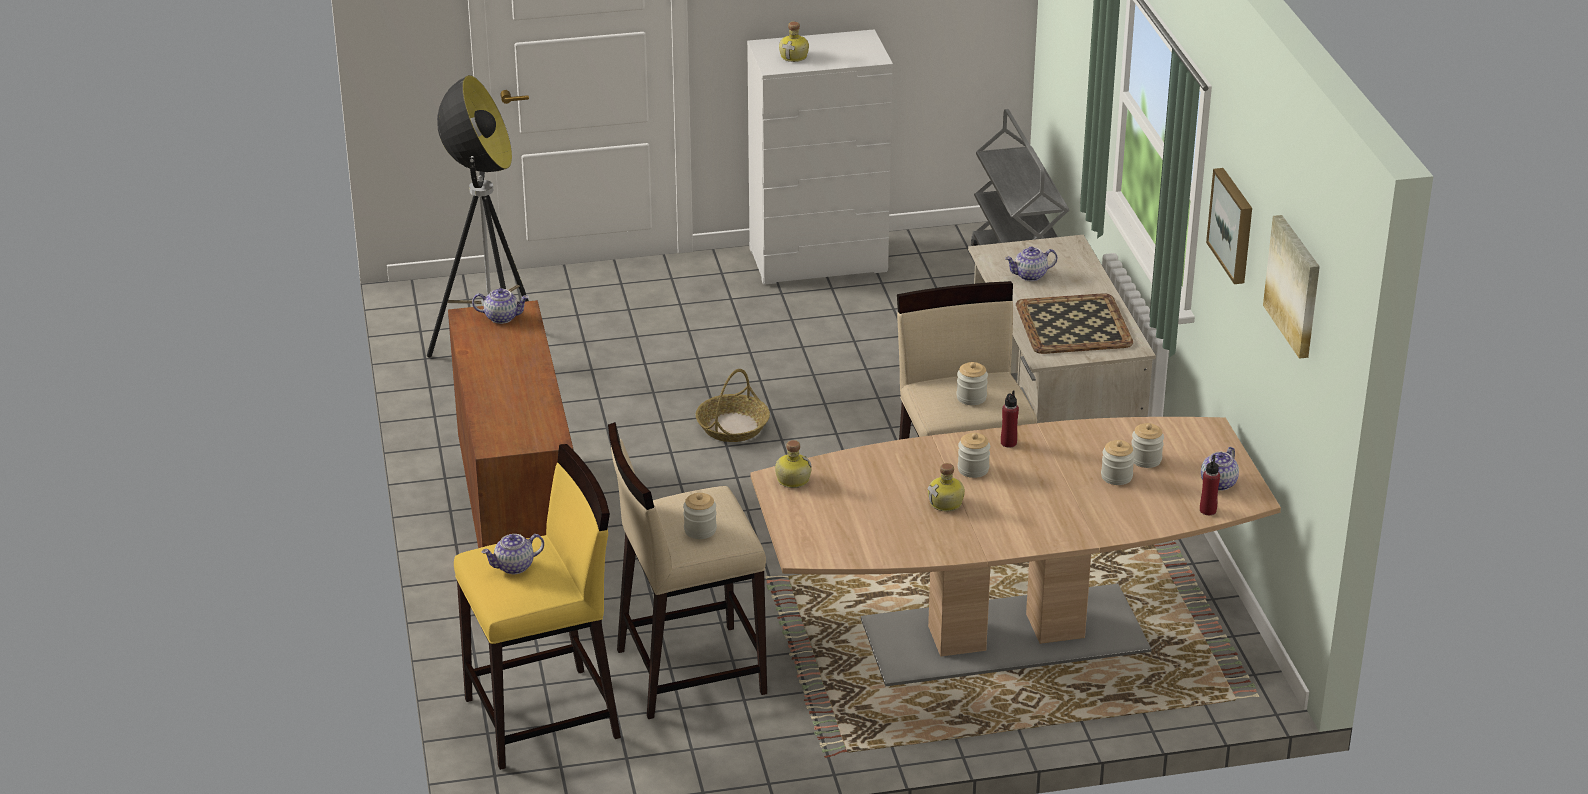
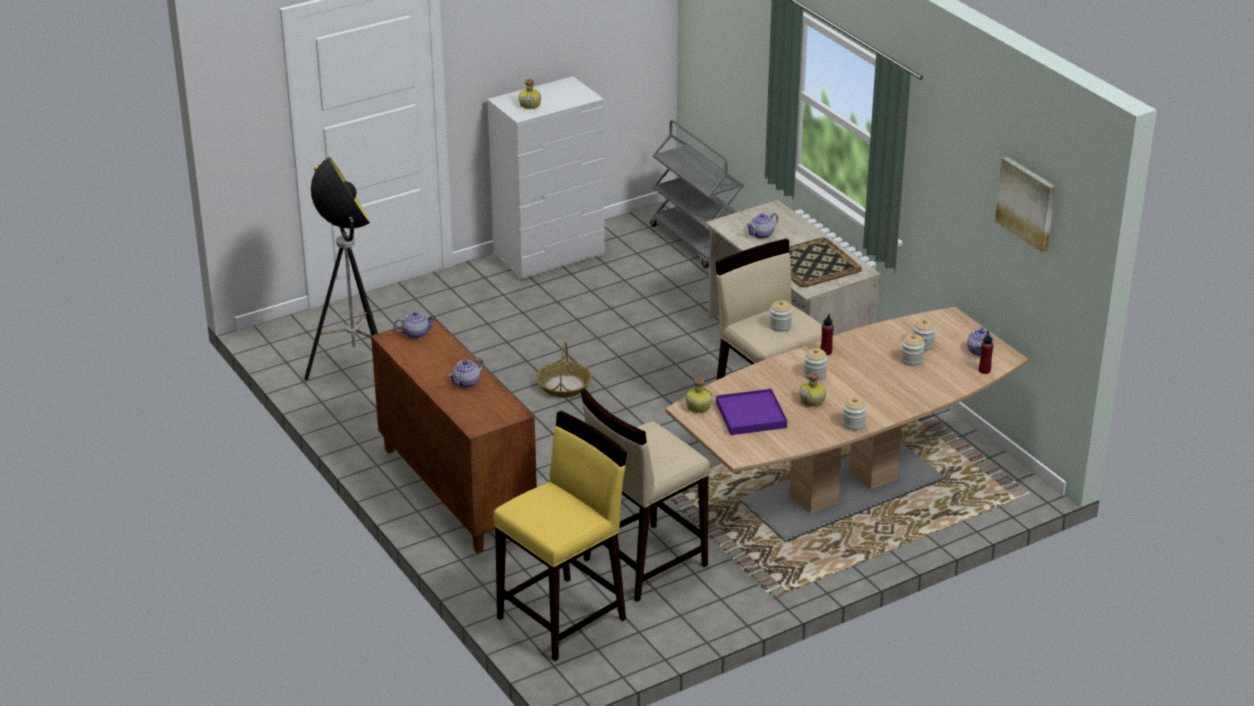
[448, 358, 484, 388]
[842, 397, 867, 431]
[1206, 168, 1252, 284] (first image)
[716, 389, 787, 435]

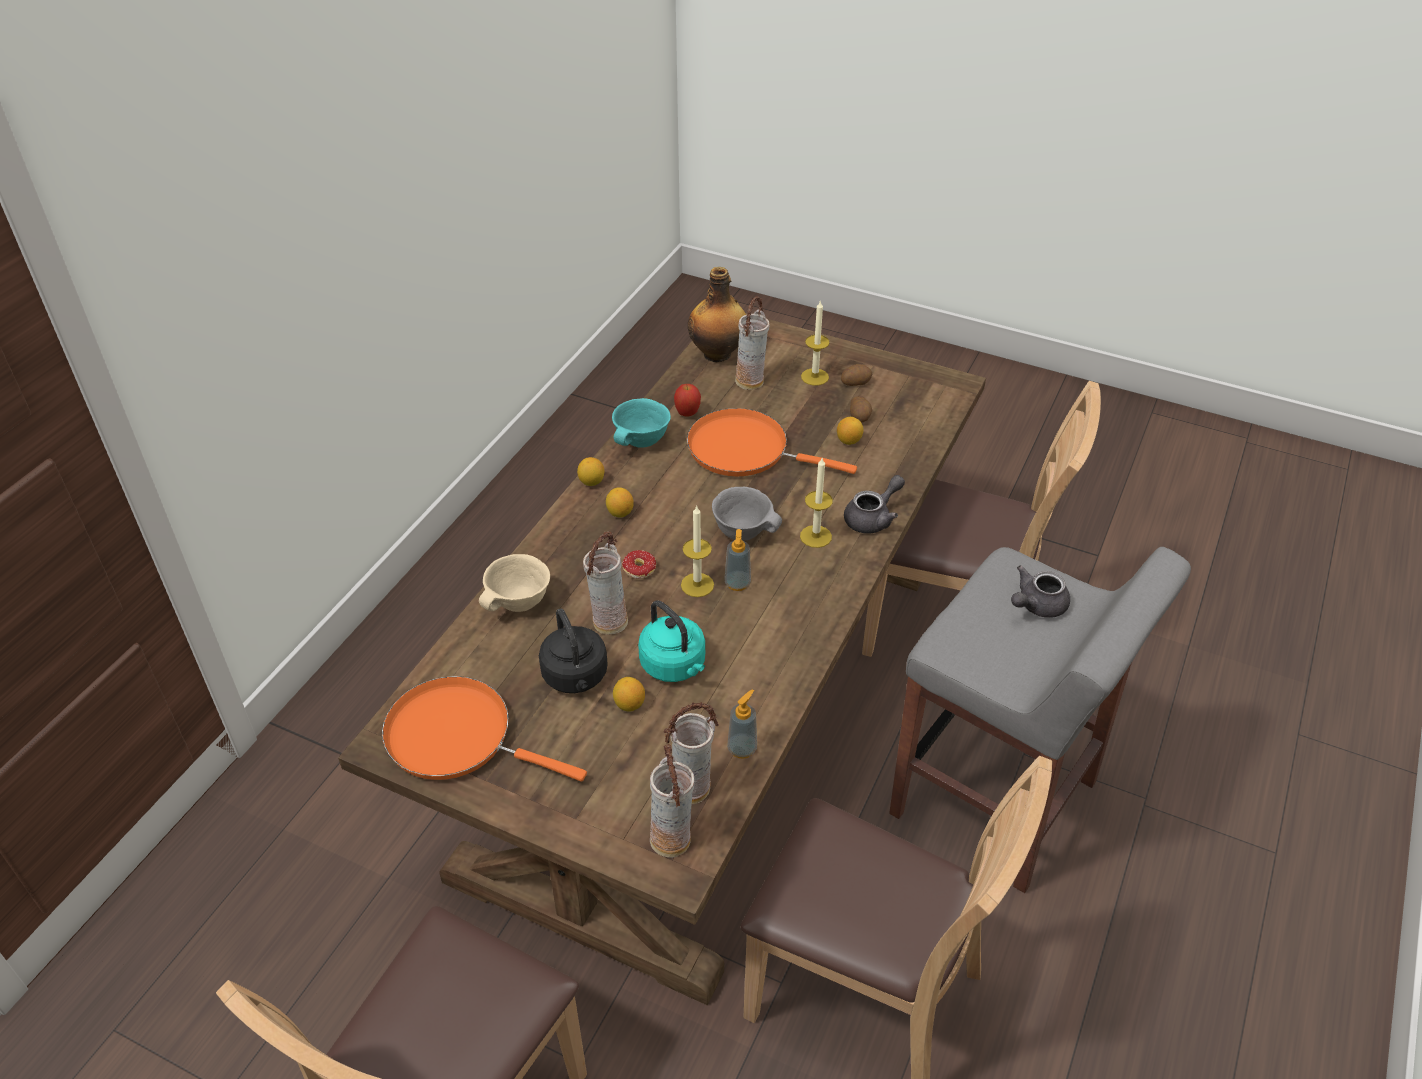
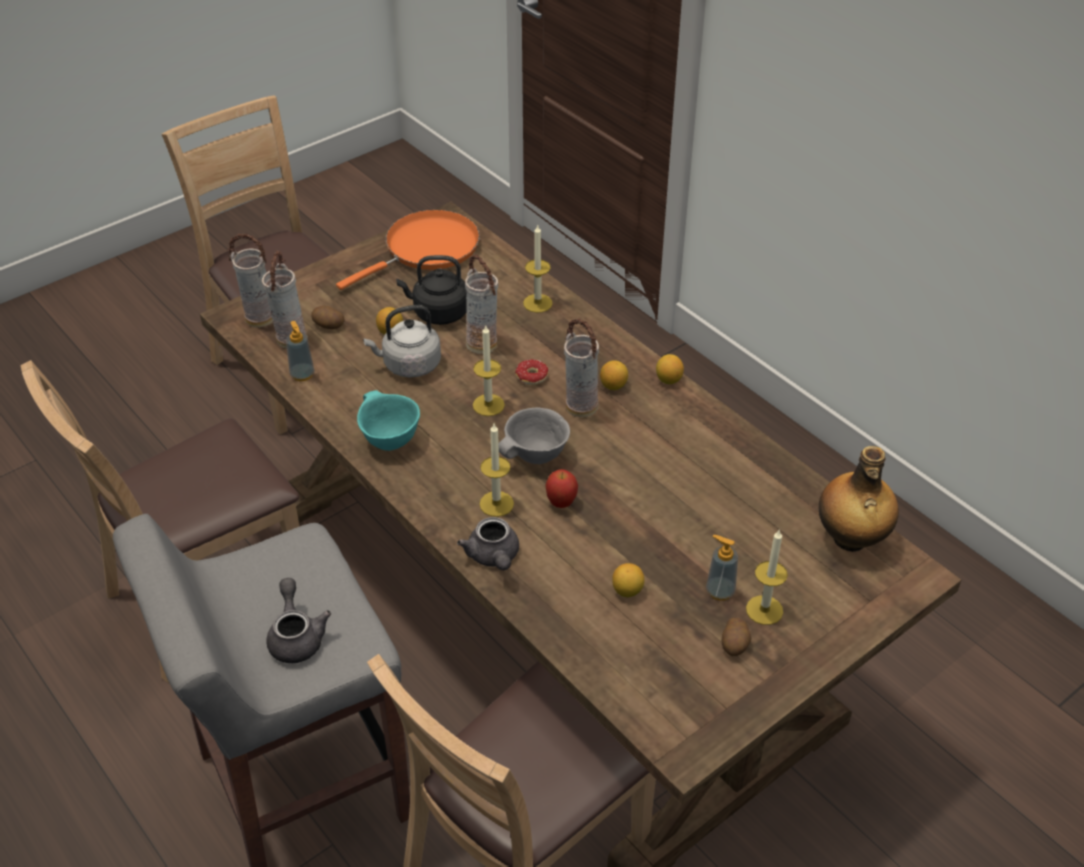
[523, 225, 553, 313]
[357, 390, 420, 451]
[363, 305, 441, 377]
[545, 469, 578, 508]
[687, 408, 857, 476] (first image)
[706, 535, 738, 601]
[564, 318, 599, 417]
[311, 306, 345, 329]

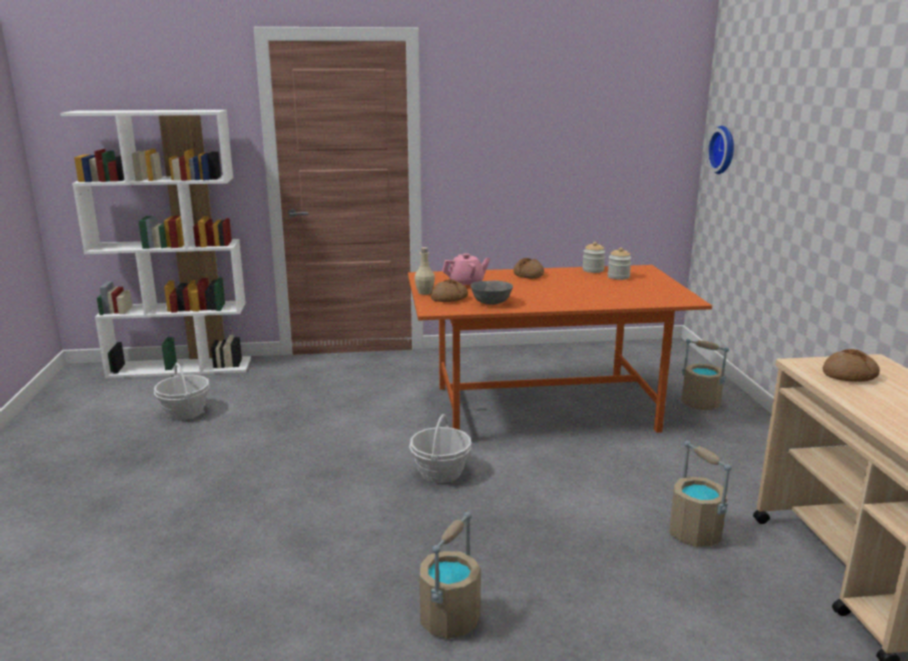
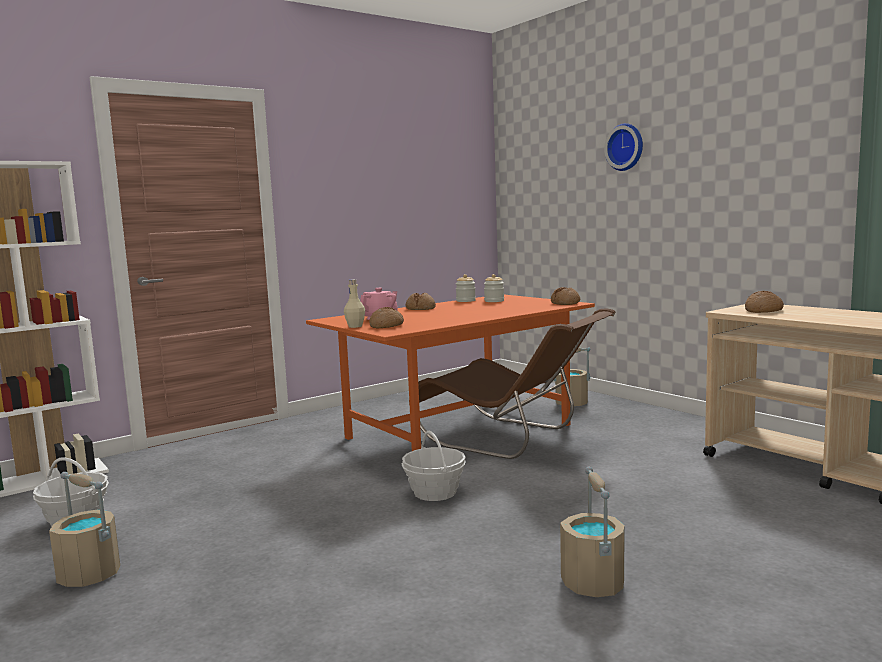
[470, 280, 513, 305] (first image)
[49, 472, 120, 587]
[604, 123, 643, 171]
[409, 308, 616, 459]
[551, 287, 580, 305]

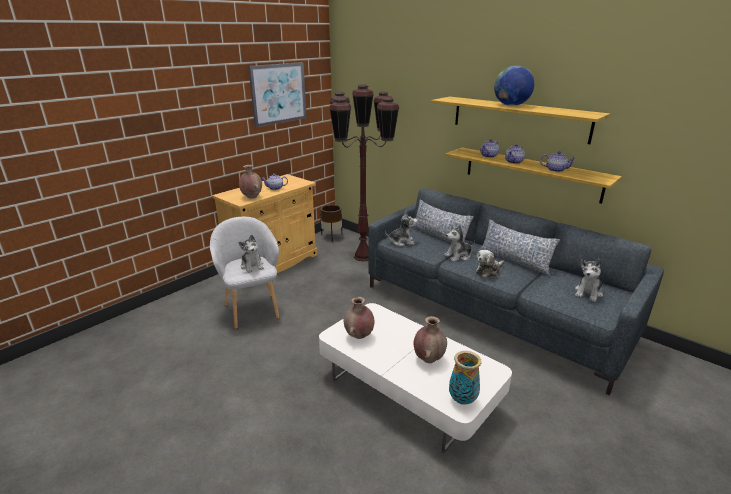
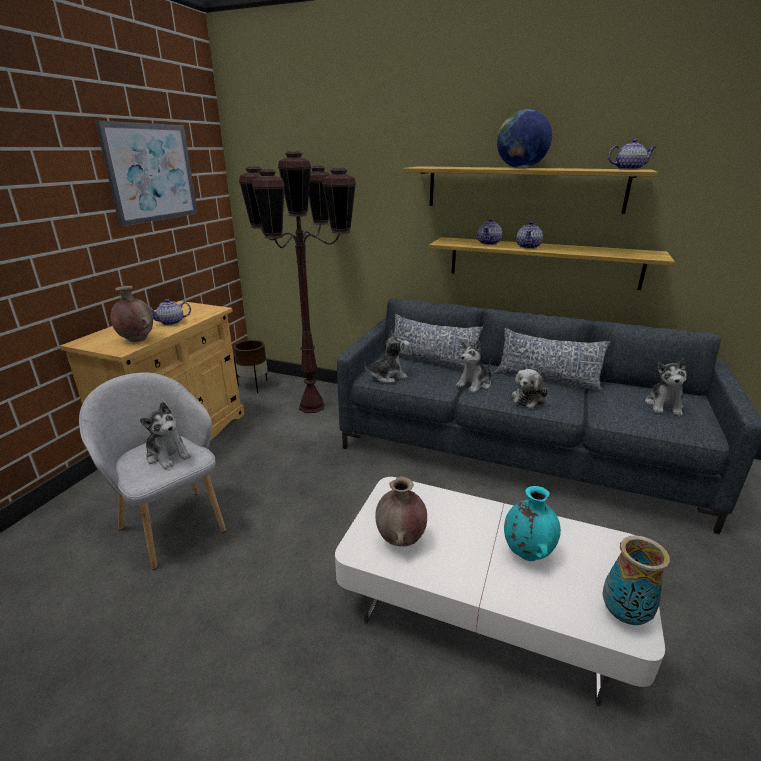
[504, 486, 561, 561]
[608, 139, 656, 170]

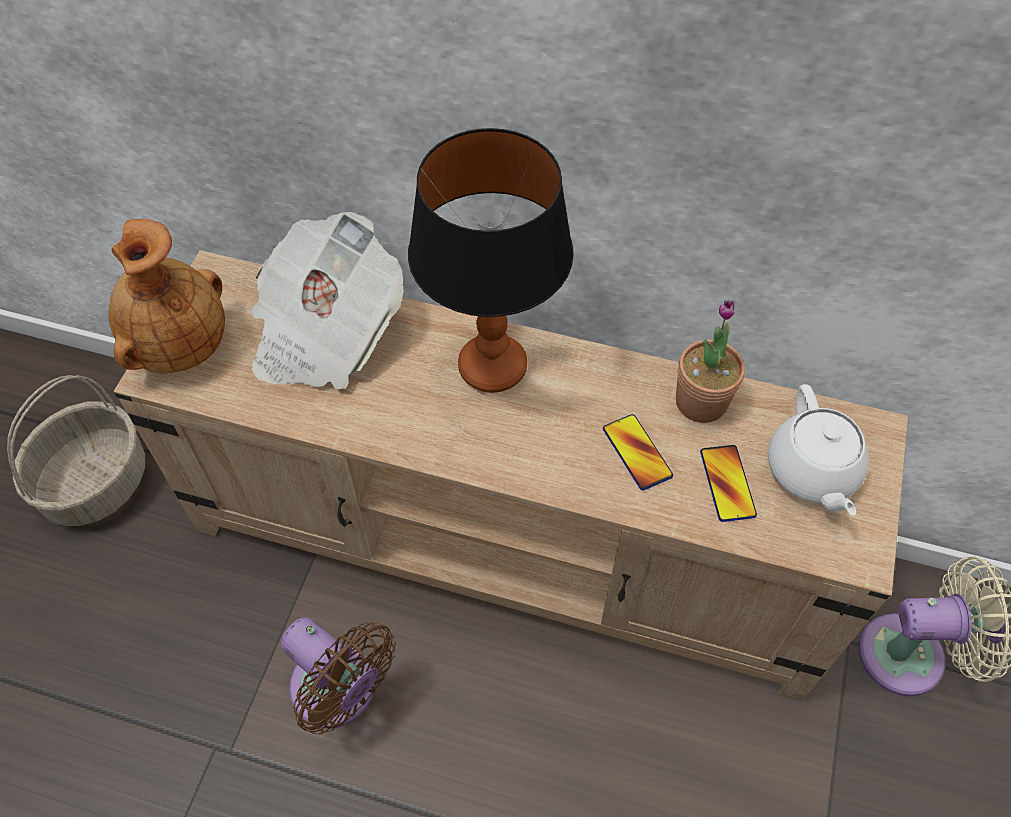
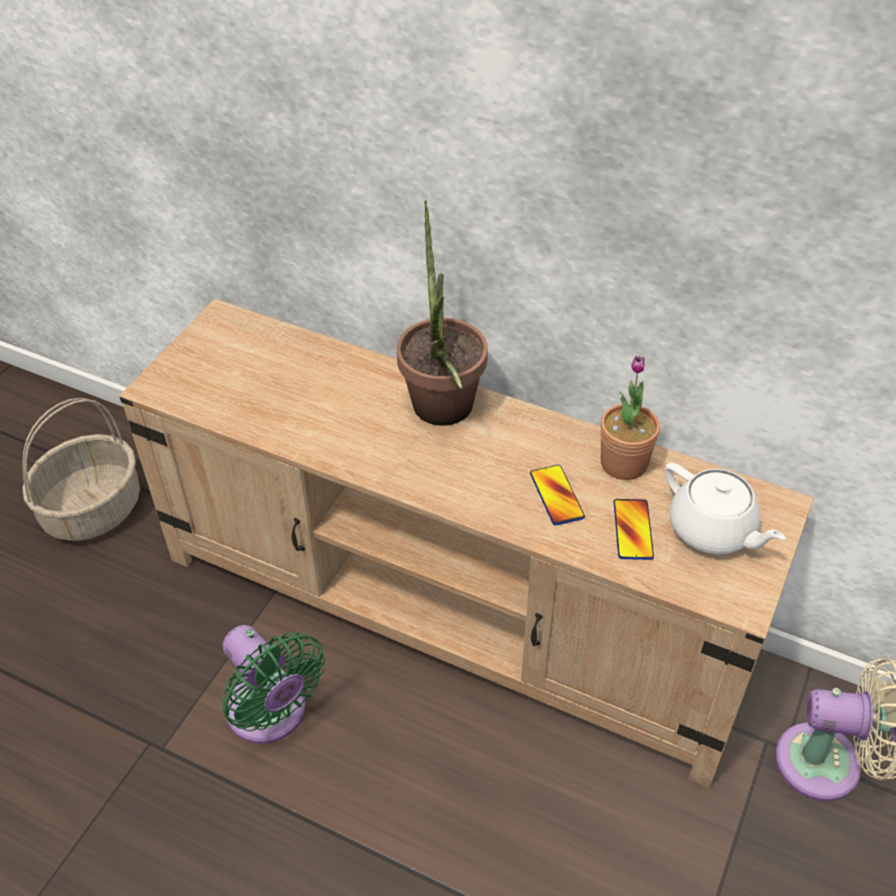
[108, 219, 225, 373] (first image)
[251, 212, 404, 390] (first image)
[222, 625, 325, 744]
[397, 200, 488, 426]
[664, 463, 785, 555]

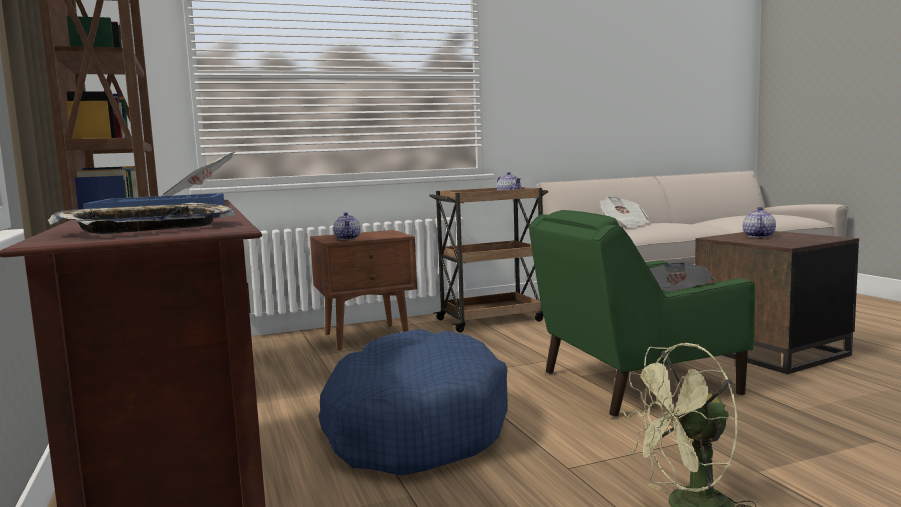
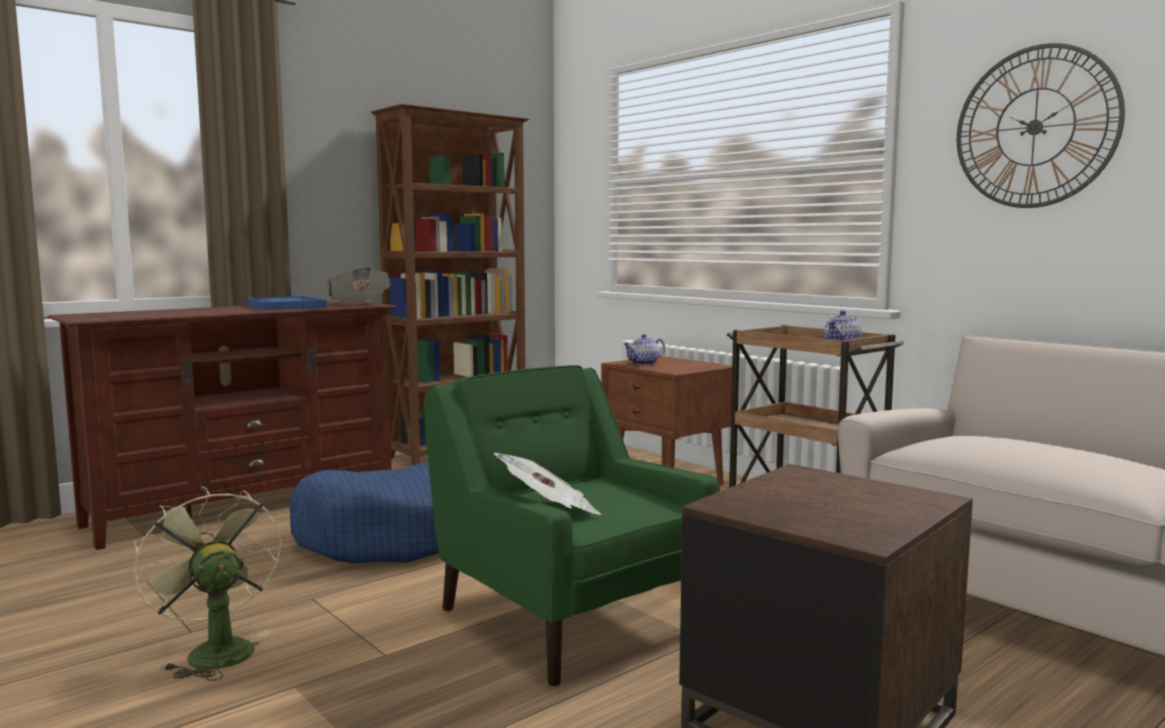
[48, 203, 235, 234] (first image)
[600, 196, 650, 228] (first image)
[743, 207, 776, 238] (first image)
[957, 43, 1125, 208]

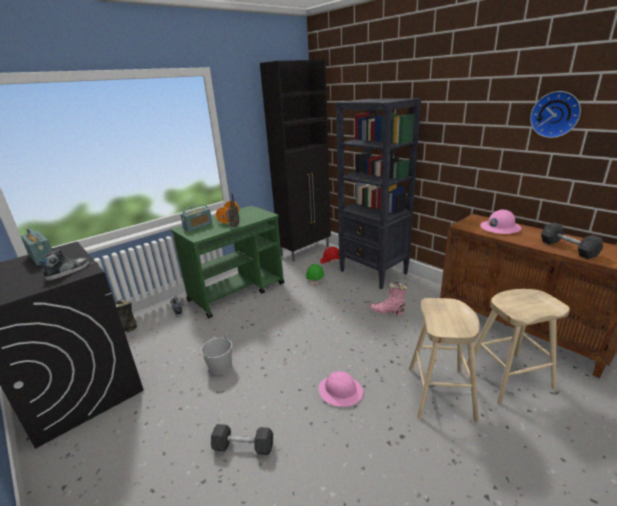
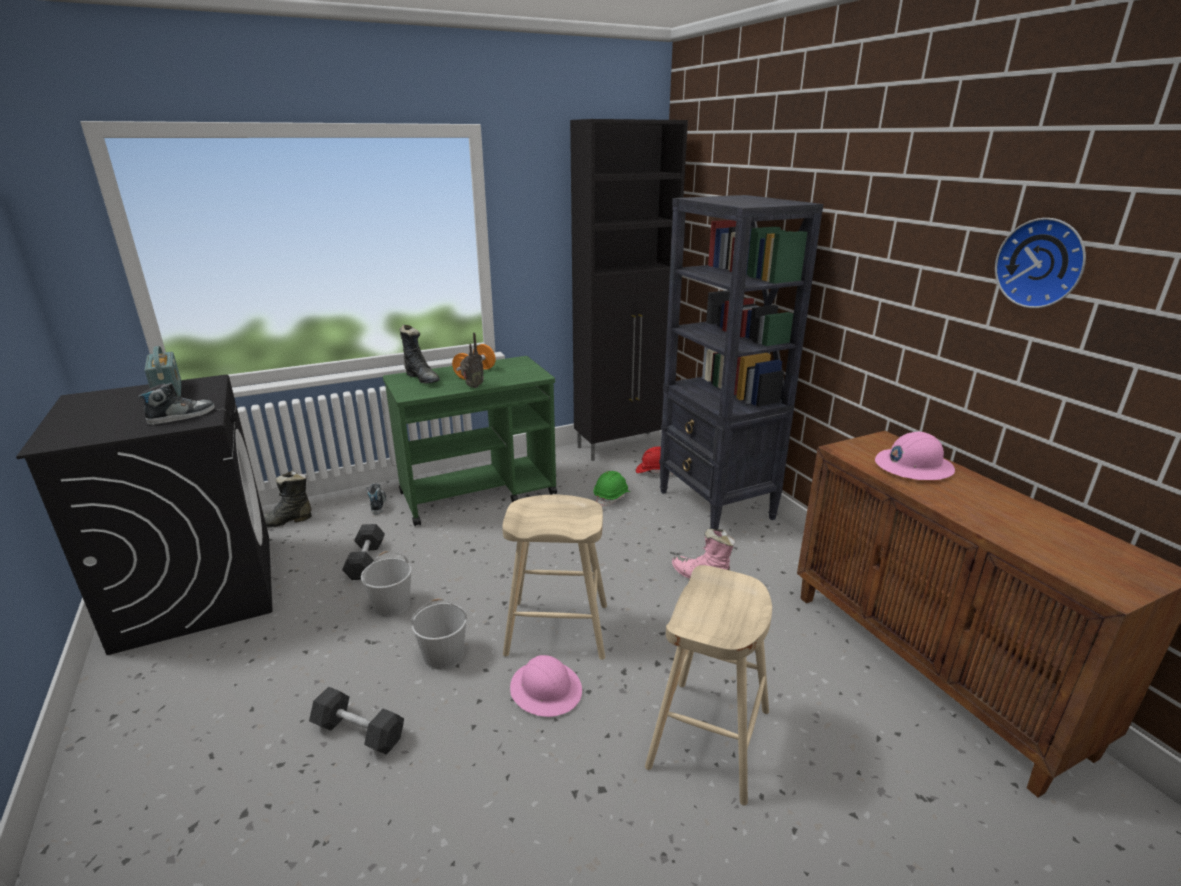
[399, 325, 440, 384]
[502, 495, 607, 660]
[342, 524, 385, 580]
[411, 598, 467, 670]

